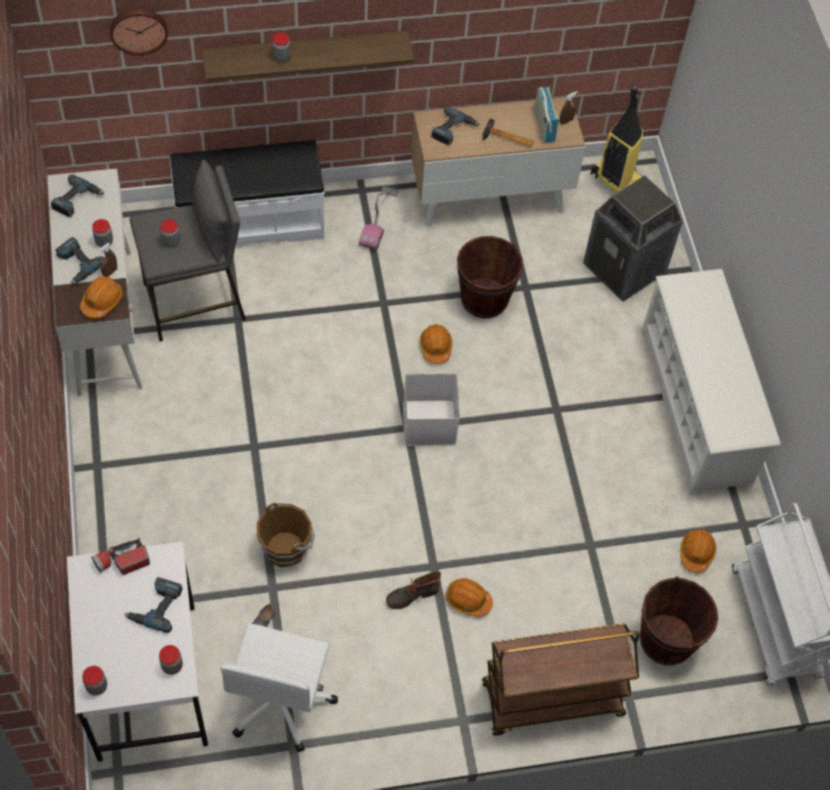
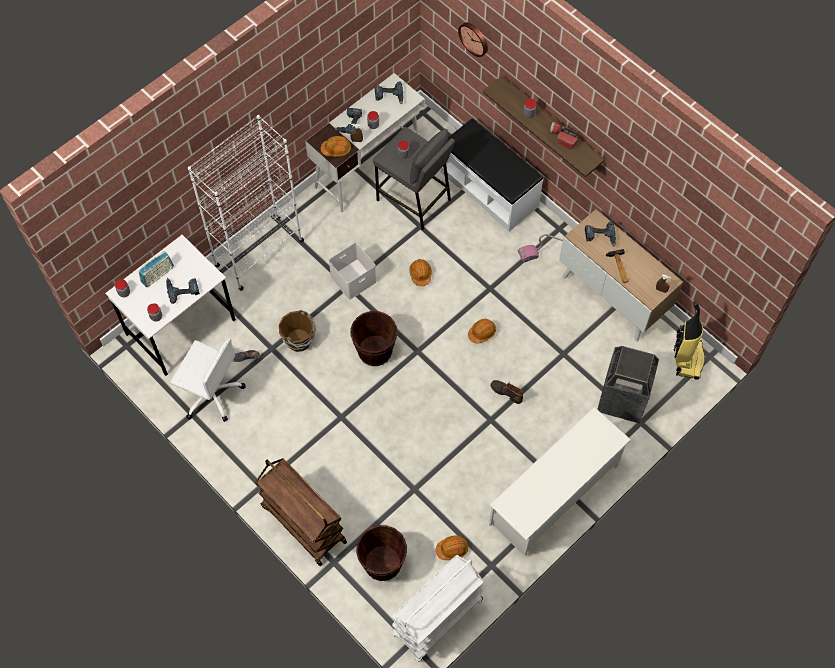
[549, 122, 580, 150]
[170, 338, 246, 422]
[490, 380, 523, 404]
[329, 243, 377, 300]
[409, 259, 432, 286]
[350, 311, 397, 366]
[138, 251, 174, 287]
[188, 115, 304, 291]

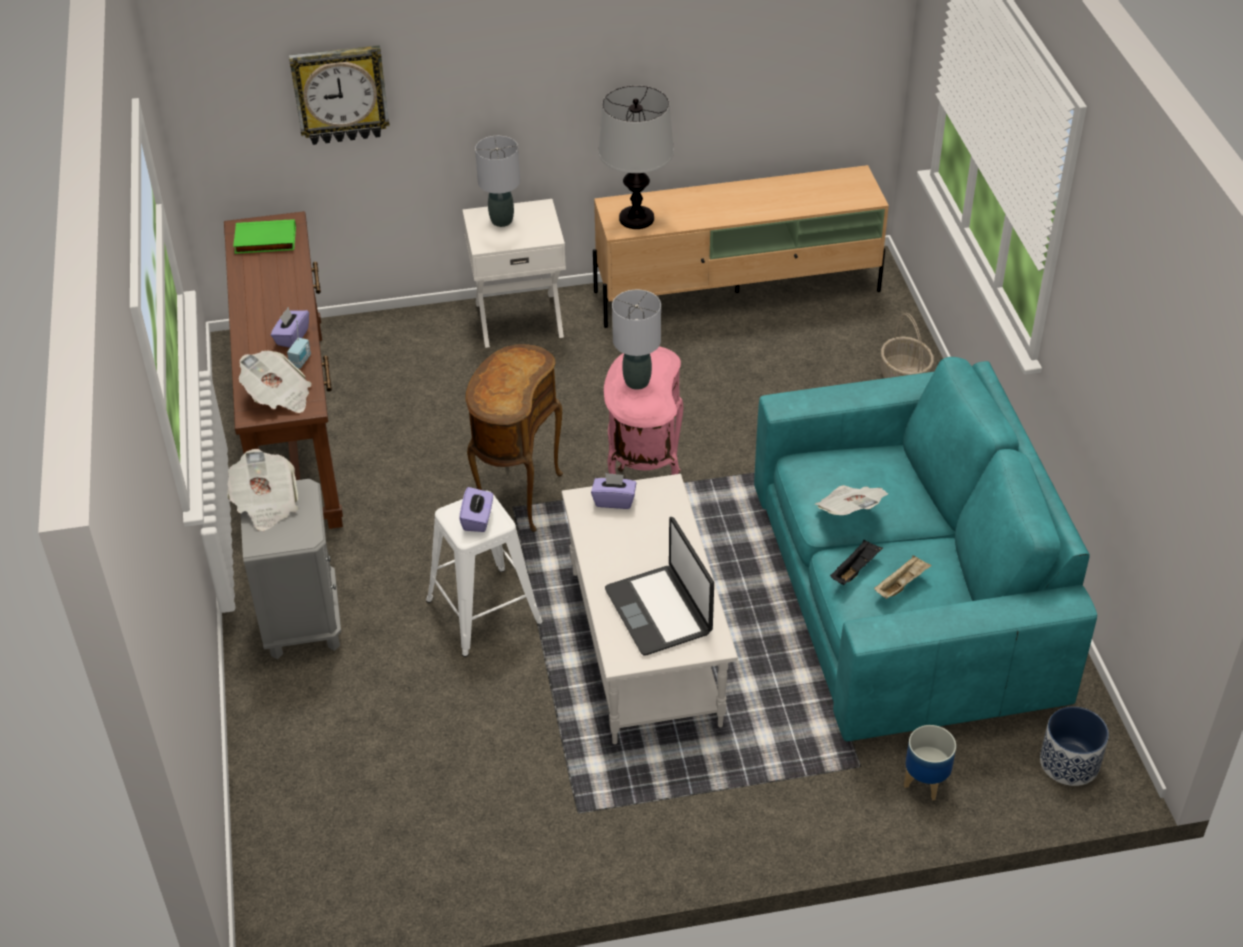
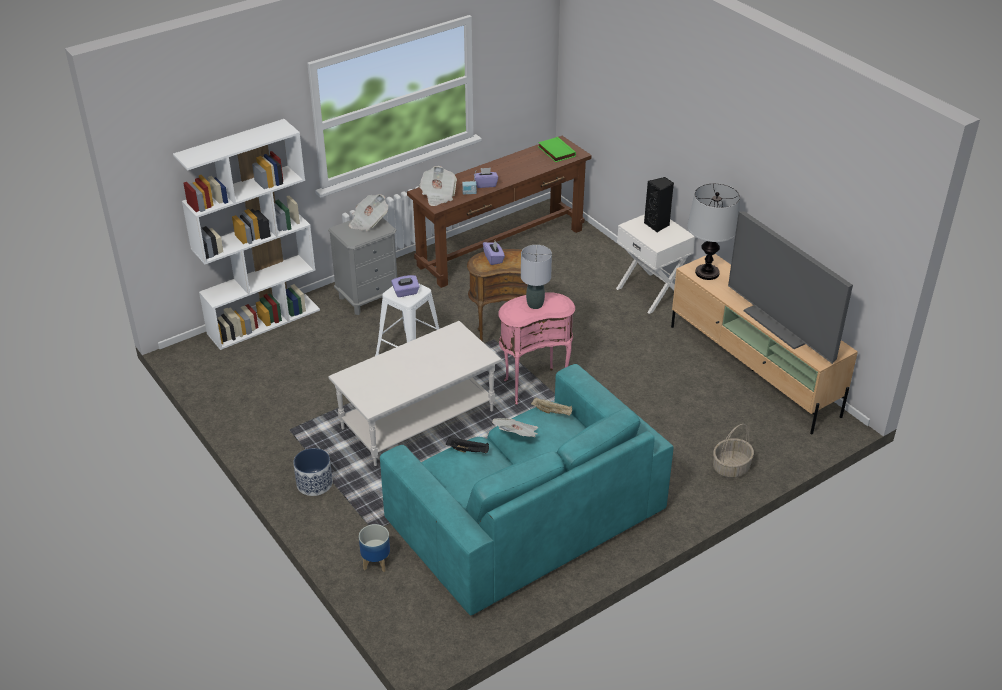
[289, 45, 390, 145] (first image)
[644, 177, 674, 233]
[483, 241, 505, 265]
[605, 517, 714, 655] (first image)
[531, 397, 572, 416]
[293, 448, 333, 496]
[173, 119, 320, 350]
[728, 211, 853, 364]

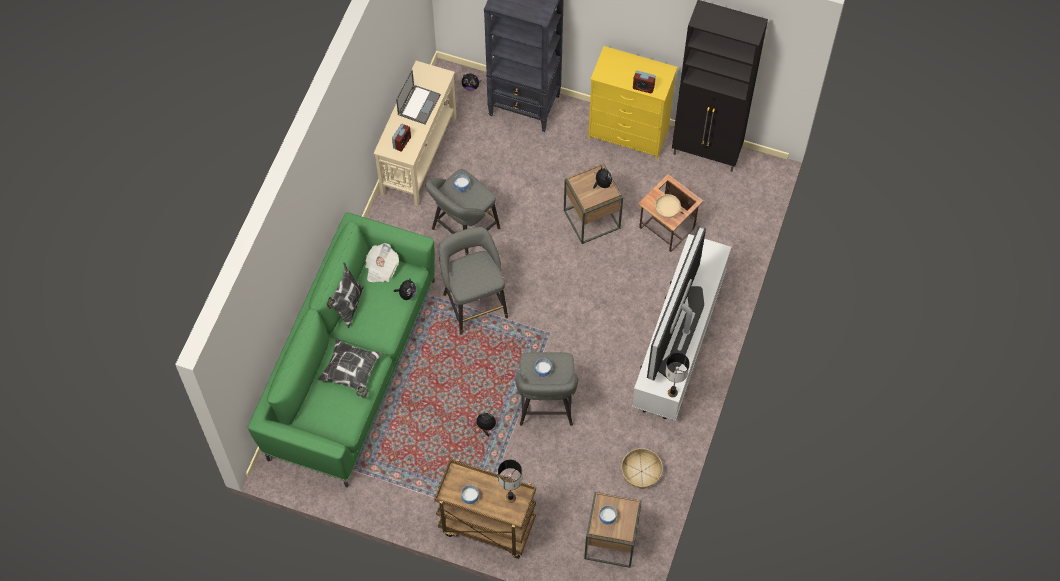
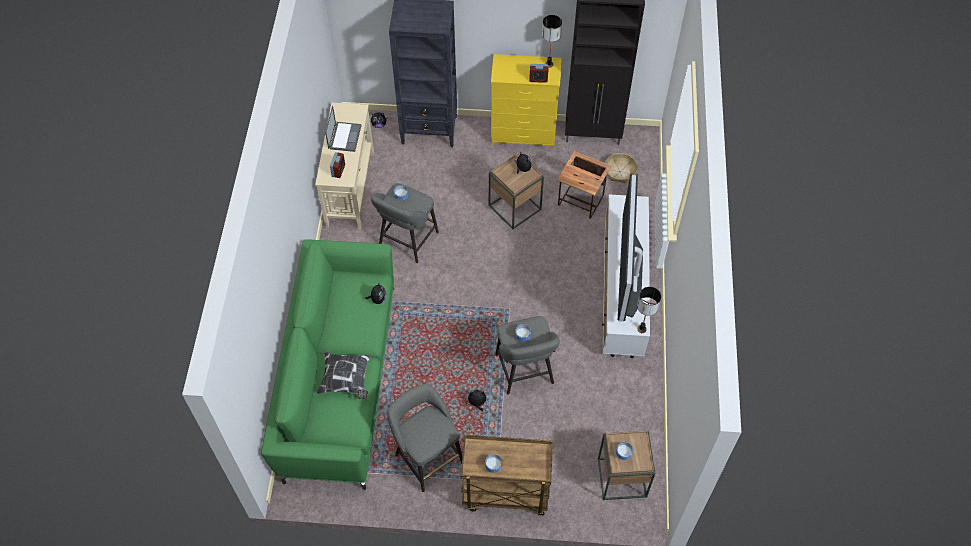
[327, 263, 364, 328] (first image)
[365, 243, 399, 282] (first image)
[387, 384, 462, 492]
[542, 15, 562, 68]
[605, 153, 638, 183]
[655, 194, 681, 218] (first image)

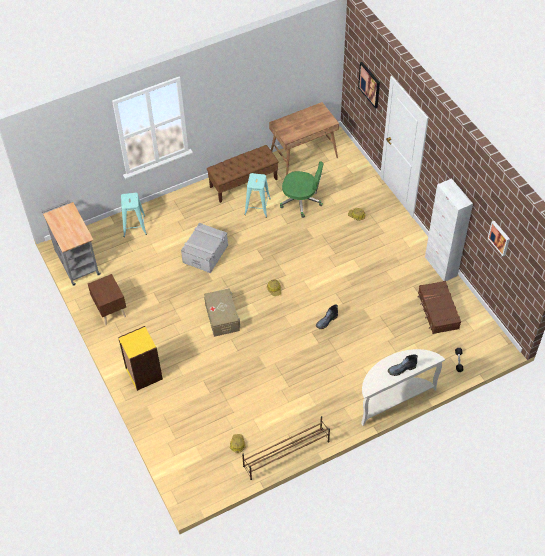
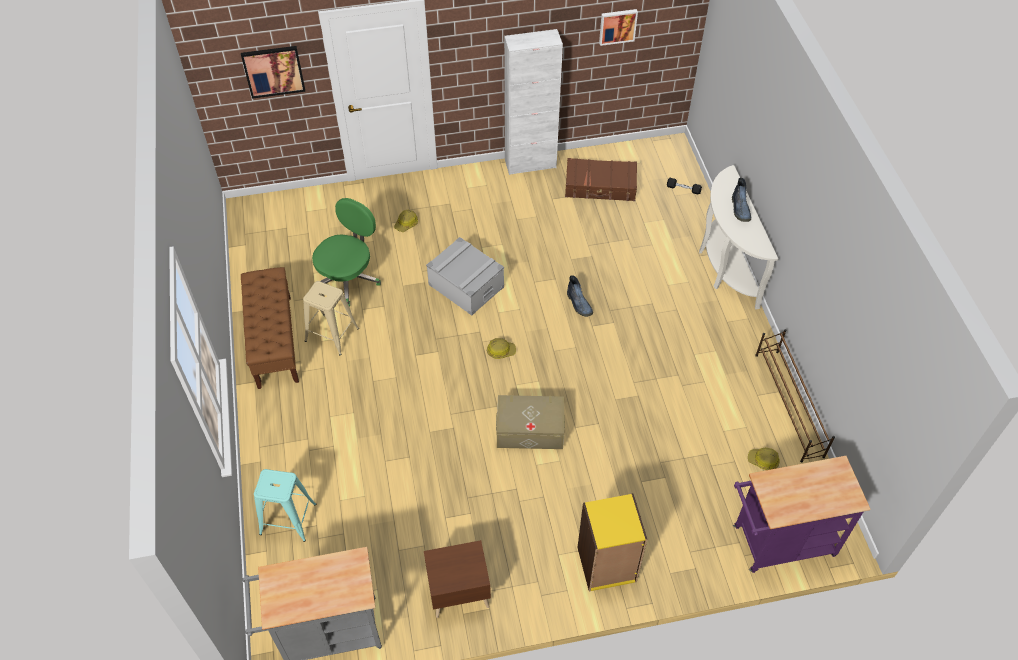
[426, 237, 504, 316]
[303, 281, 359, 355]
[269, 102, 339, 175] (first image)
[733, 456, 871, 573]

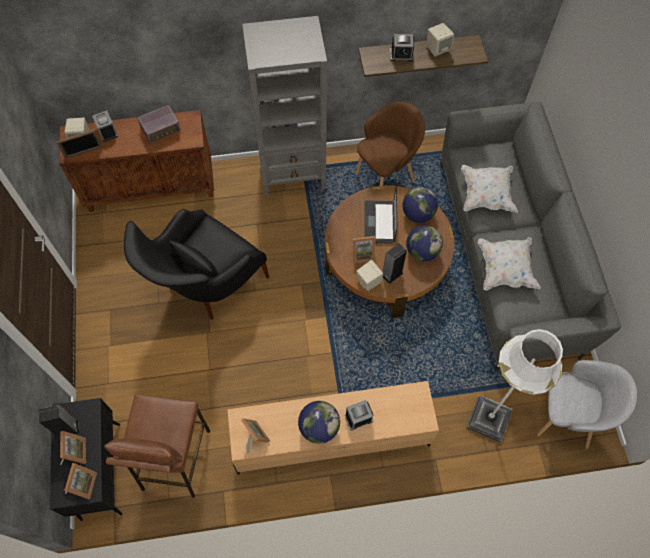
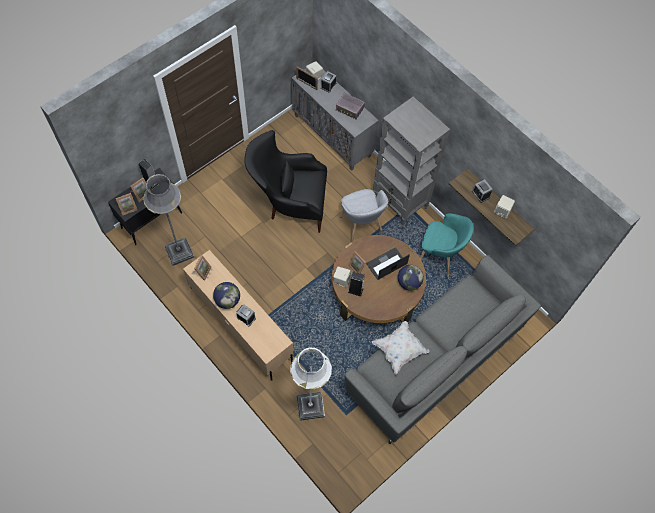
[291, 68, 379, 171]
[143, 174, 194, 266]
[420, 213, 474, 276]
[406, 225, 443, 261] (first image)
[461, 165, 518, 212] (first image)
[341, 189, 388, 242]

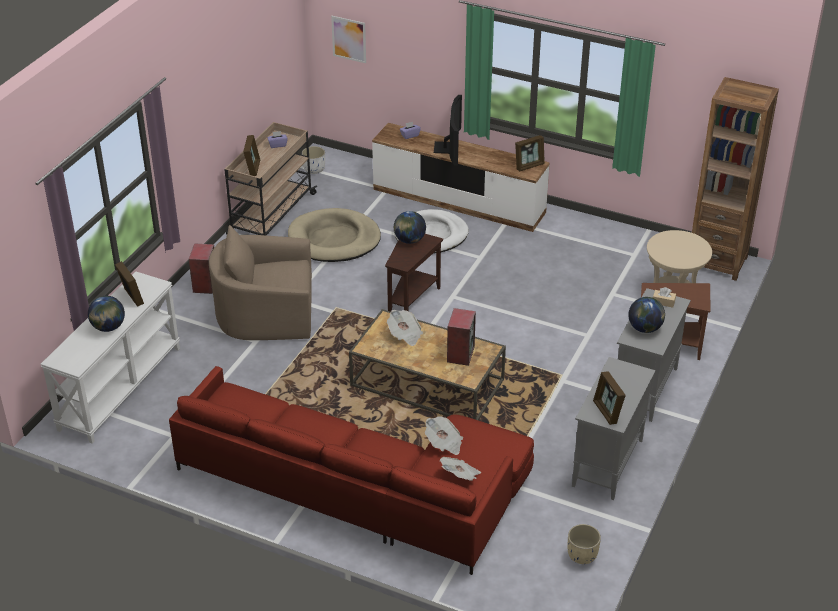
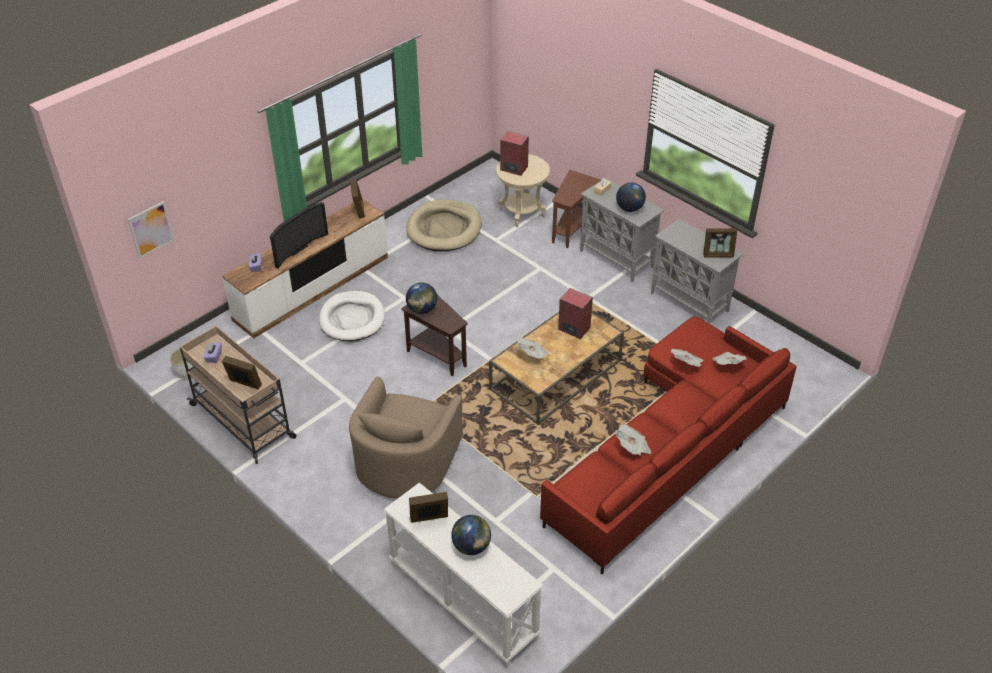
[500, 131, 529, 176]
[406, 199, 482, 252]
[270, 202, 328, 269]
[568, 524, 601, 564] (first image)
[692, 77, 779, 281] (first image)
[615, 425, 651, 456]

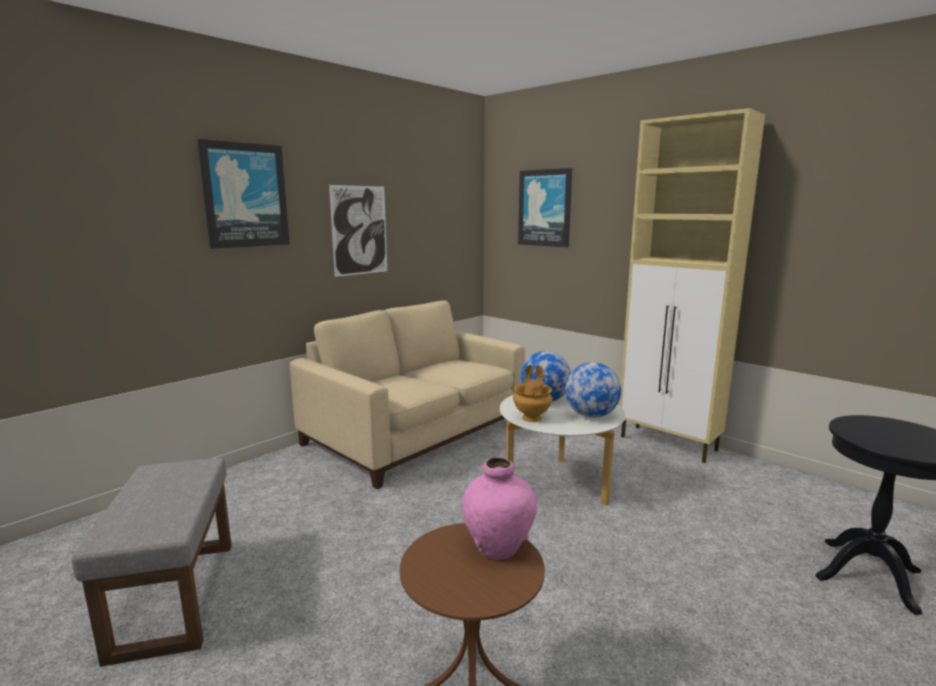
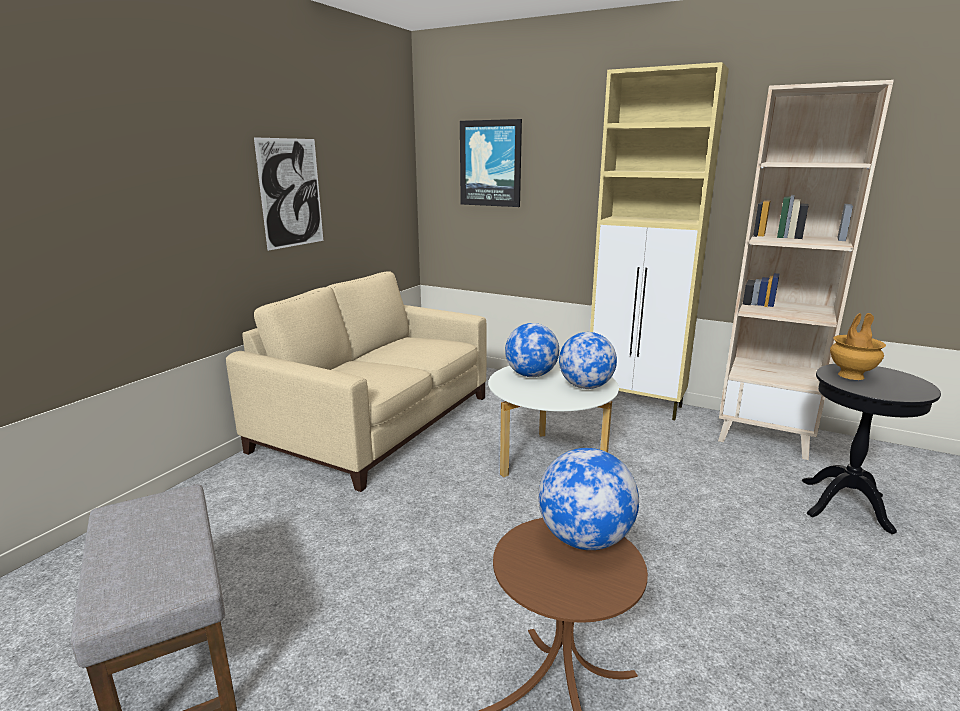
[197, 139, 290, 249] (first image)
[538, 448, 639, 550]
[830, 313, 886, 380]
[718, 80, 894, 460]

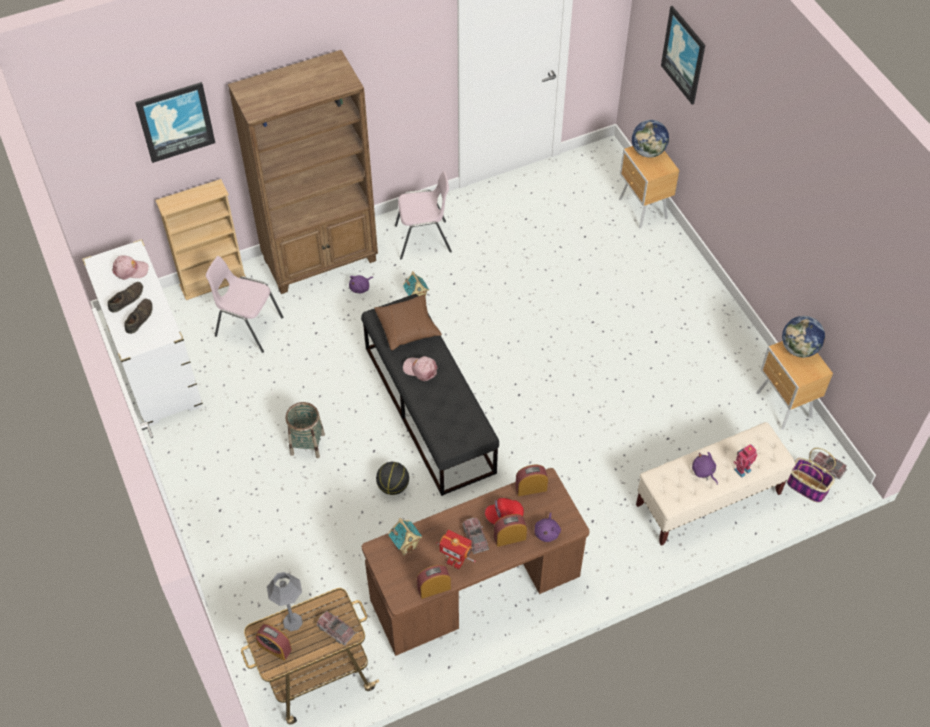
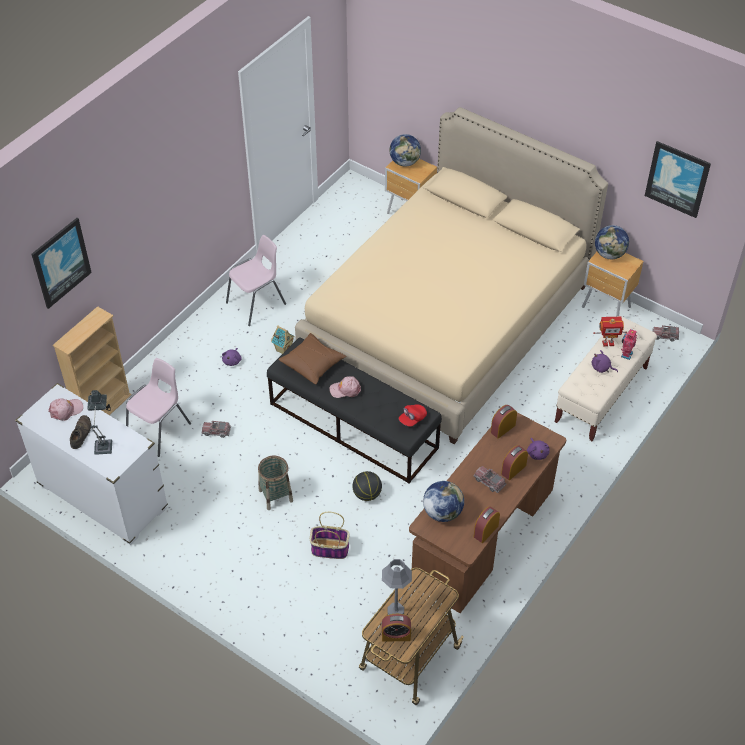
[87, 390, 112, 455]
[126, 358, 191, 457]
[228, 50, 378, 294] (first image)
[202, 421, 231, 438]
[423, 481, 464, 522]
[593, 317, 627, 347]
[399, 404, 427, 427]
[645, 141, 711, 218]
[310, 512, 350, 559]
[295, 107, 608, 444]

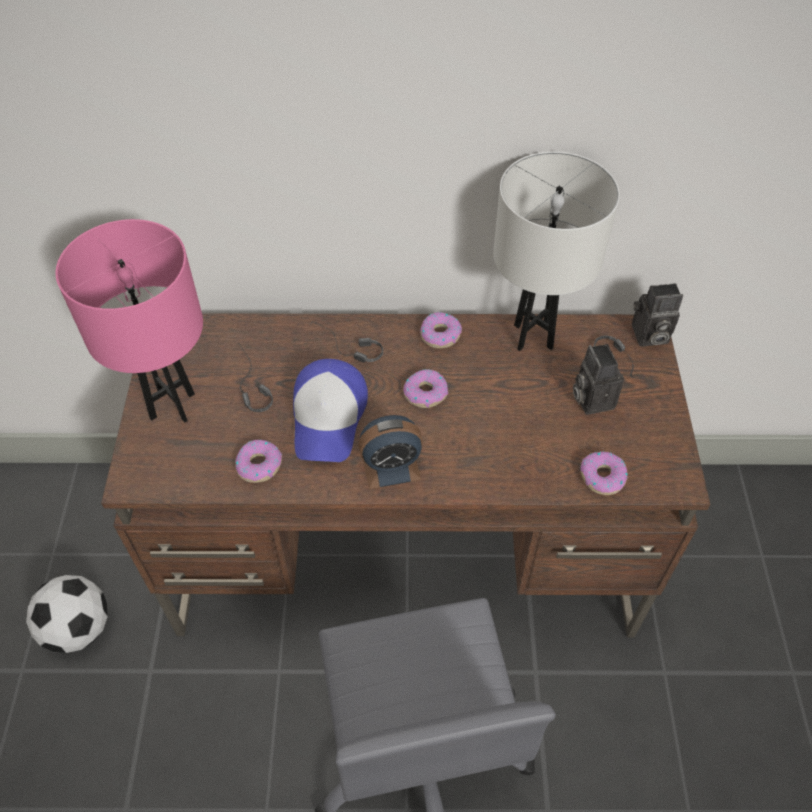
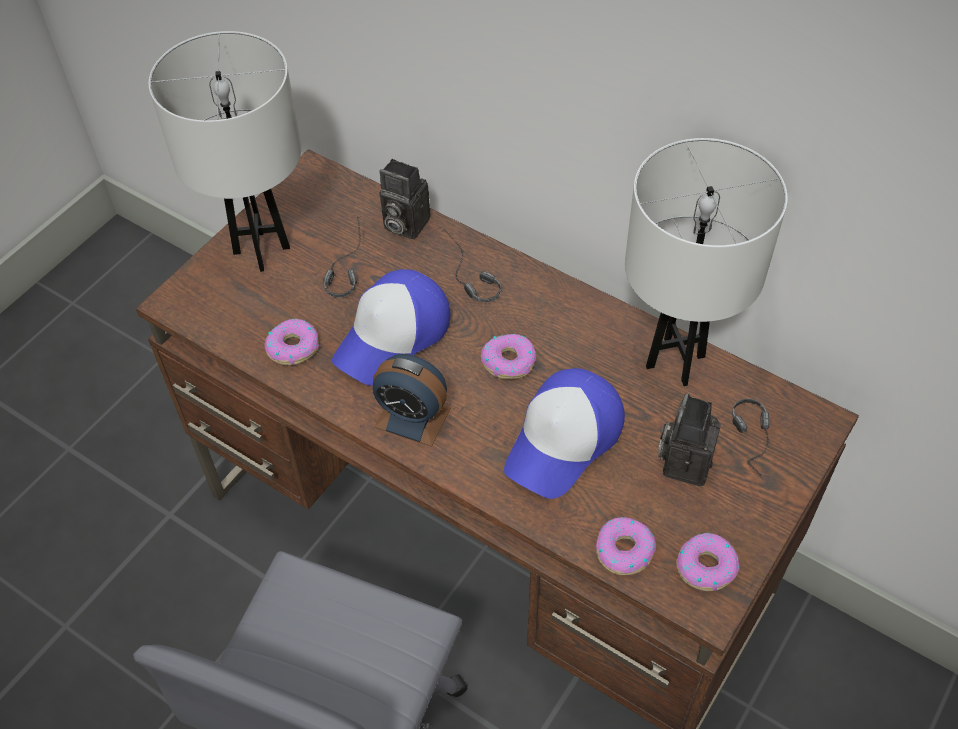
[26, 575, 108, 653] (first image)
[149, 31, 301, 272]
[677, 533, 740, 591]
[380, 159, 431, 240]
[504, 368, 625, 499]

